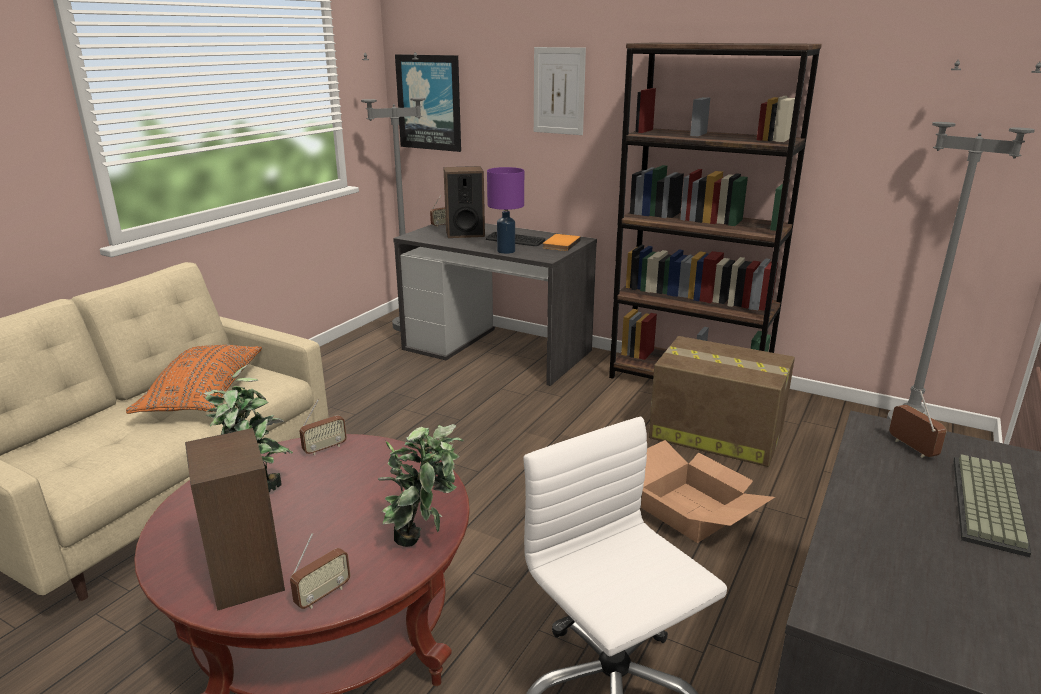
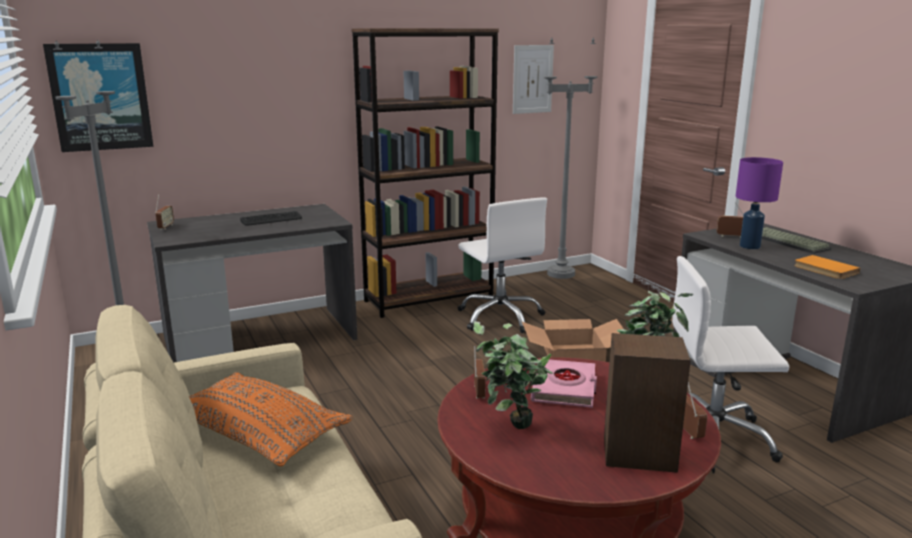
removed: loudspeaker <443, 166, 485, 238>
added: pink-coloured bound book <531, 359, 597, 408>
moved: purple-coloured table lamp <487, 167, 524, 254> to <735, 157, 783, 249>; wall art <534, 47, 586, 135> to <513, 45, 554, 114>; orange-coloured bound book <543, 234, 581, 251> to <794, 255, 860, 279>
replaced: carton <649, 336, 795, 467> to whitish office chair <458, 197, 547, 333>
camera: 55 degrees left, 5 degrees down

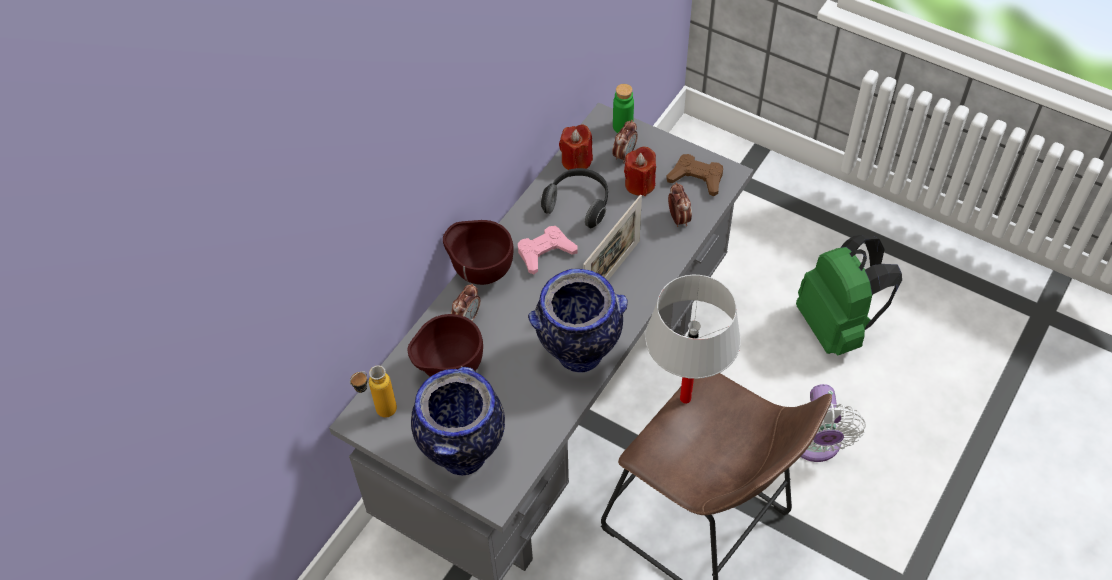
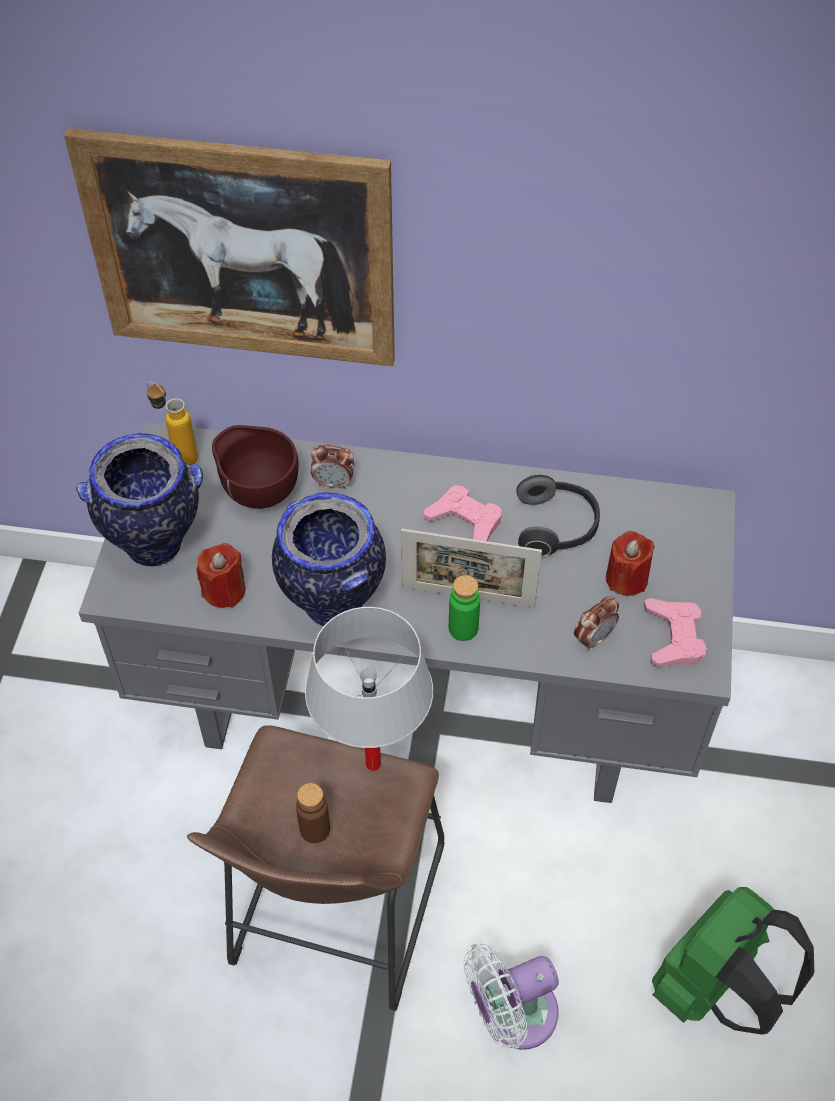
removed: brownish bowl <443, 220, 513, 285>; table clock <612, 120, 638, 164>
added: wall art <64, 128, 395, 366>; brownish drink bottle <296, 783, 330, 843>
moved: red wax candle <559, 124, 593, 170> to <196, 543, 246, 608>; green drink bottle <613, 84, 634, 133> to <449, 575, 480, 641>
recoloured: brownish gamepad <666, 154, 723, 196> to pink-coloured gamepad <643, 598, 707, 667>
camera: 65 degrees right, 0 degrees up

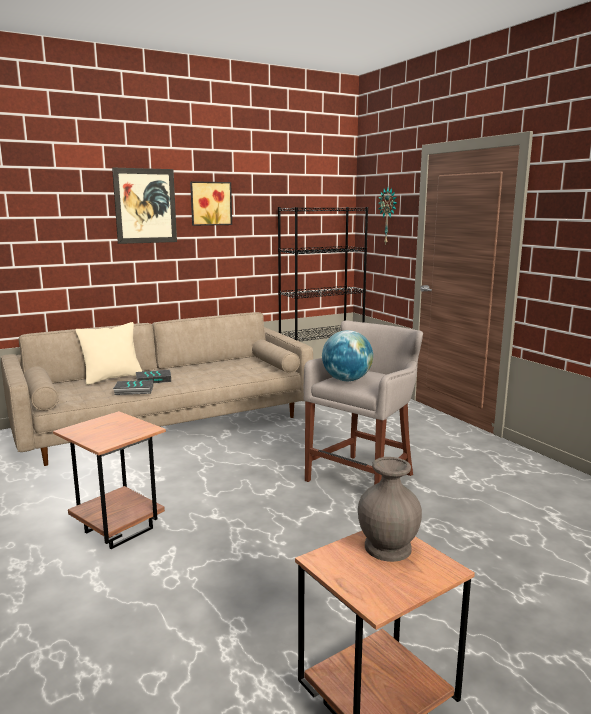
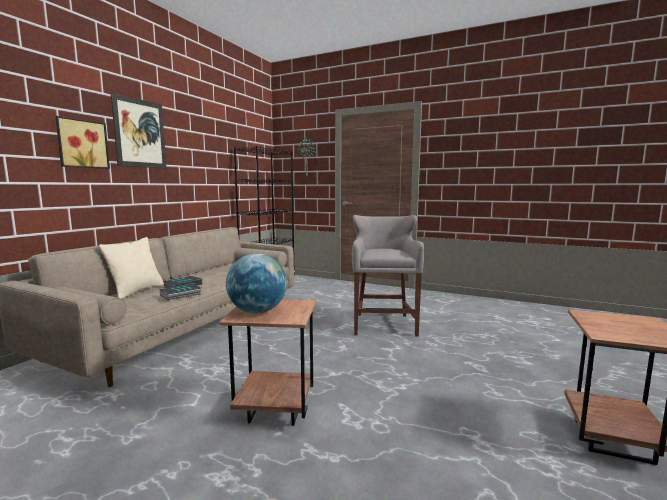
removed: gray flower vase <358, 457, 422, 562>
moved: wall art <190, 181, 232, 226> to <55, 116, 110, 169>; desk globe <322, 330, 373, 381> to <226, 253, 287, 314>
camera: 35 degrees left, 5 degrees down

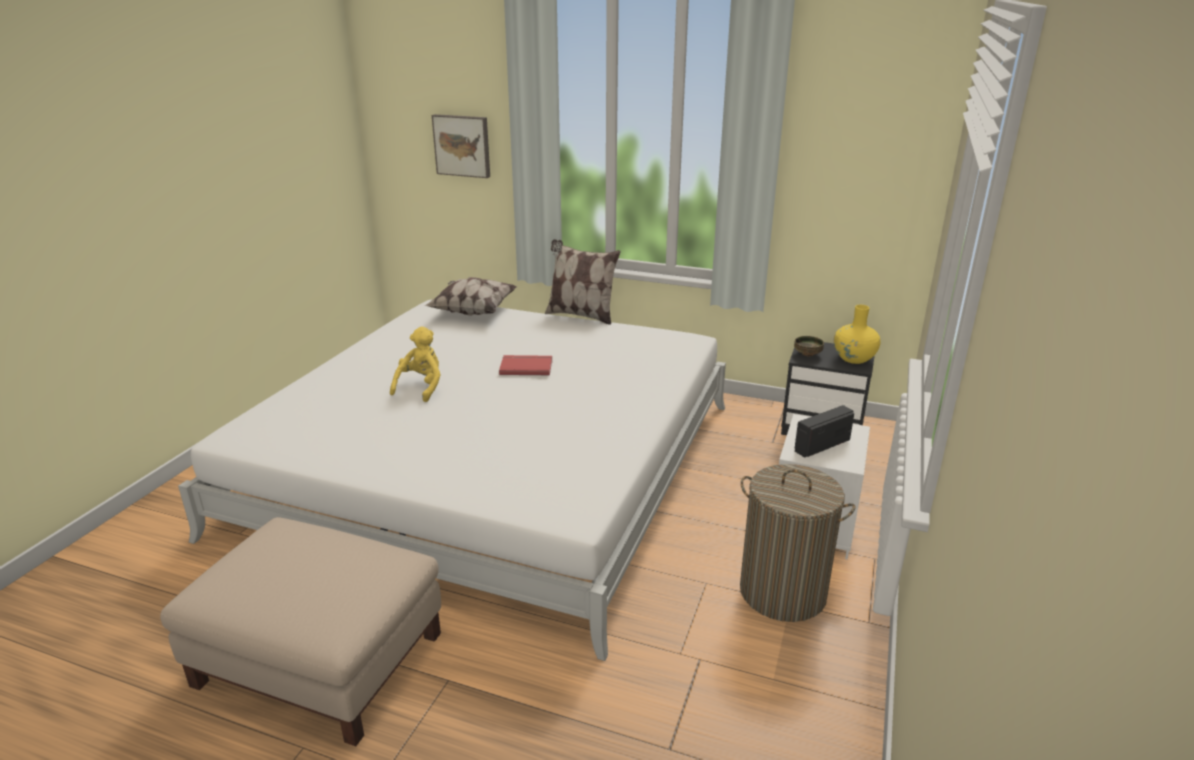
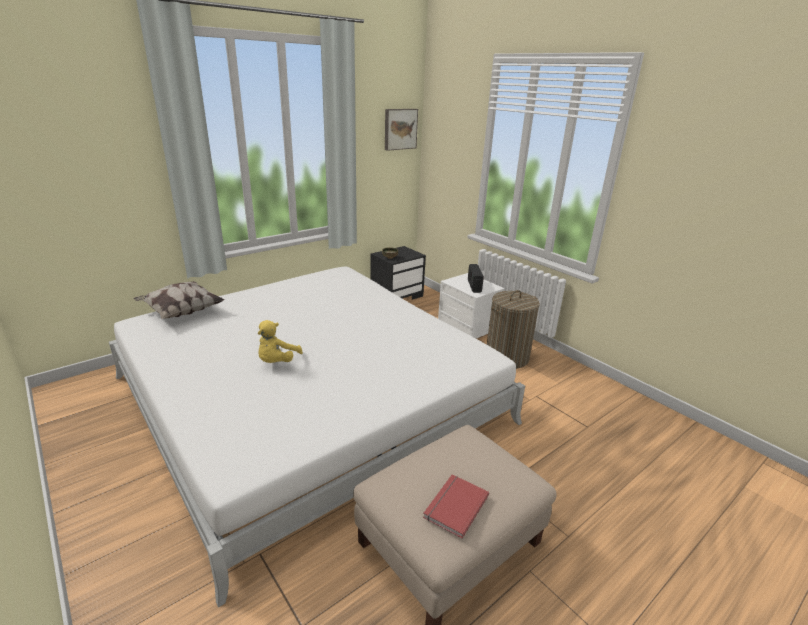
removed: pillow <545, 239, 620, 324>; yellow flower vase <834, 305, 881, 364>
moved: wall art <432, 114, 490, 178> to <385, 109, 418, 151>; red bound book <499, 355, 552, 375> to <423, 474, 489, 538>
turned: yellow soft toy <390, 327, 440, 402> = <257, 320, 303, 363> 120 degrees counterclockwise
camera: 60 degrees left, 0 degrees up

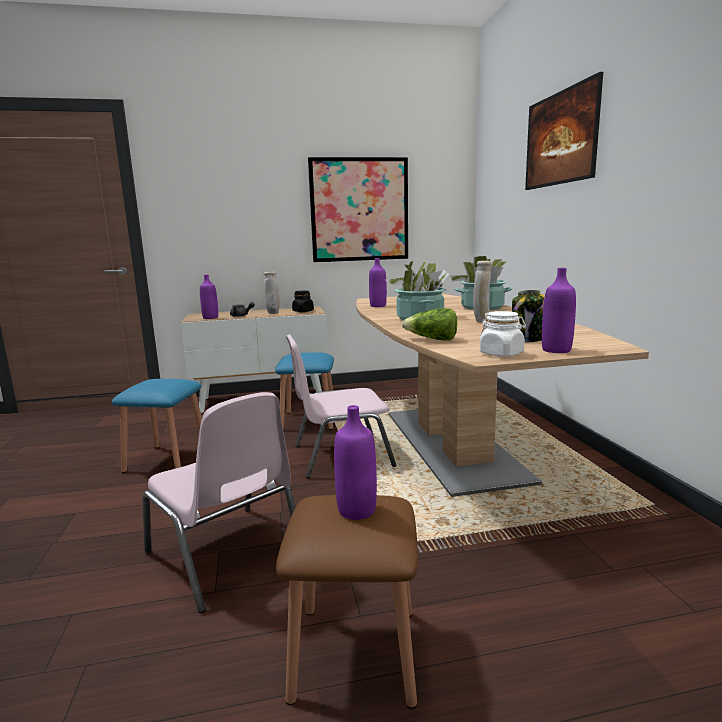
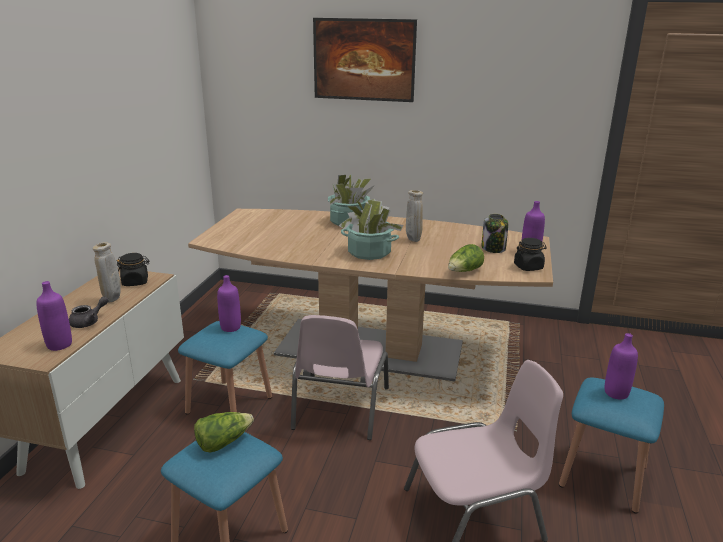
removed: wall art <308, 157, 408, 262>
added: head of lettuce <194, 412, 254, 452>
moved: purple-coloured drink bottle <369, 258, 387, 307> to <217, 275, 241, 332>
recoloured: brownish stool seat <276, 495, 418, 709> to bluish stool seat <559, 378, 664, 514>; whitish jar <480, 311, 526, 357> to black-coloured jar <514, 238, 547, 271>
camera: 65 degrees left, 10 degrees up

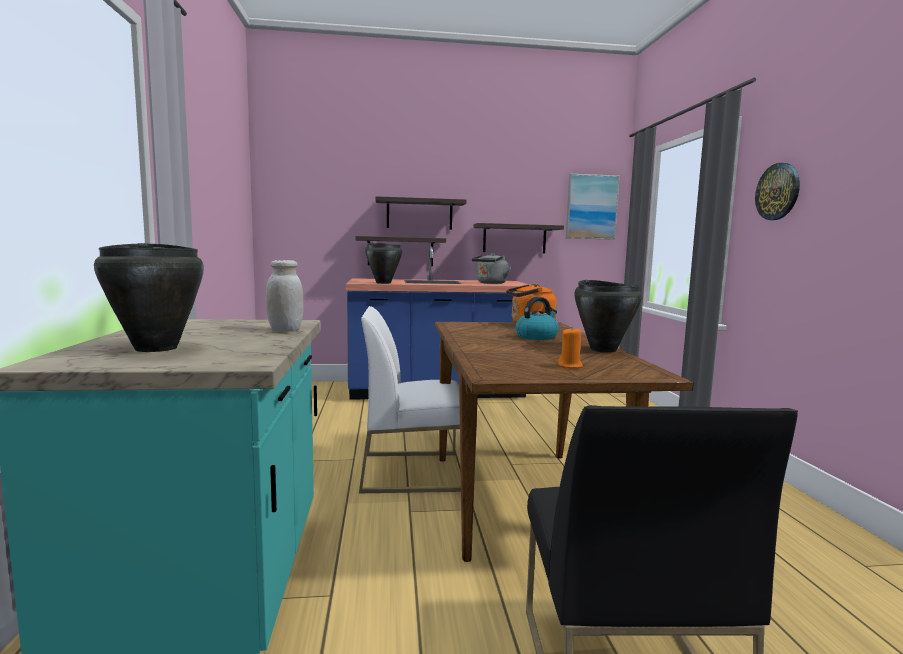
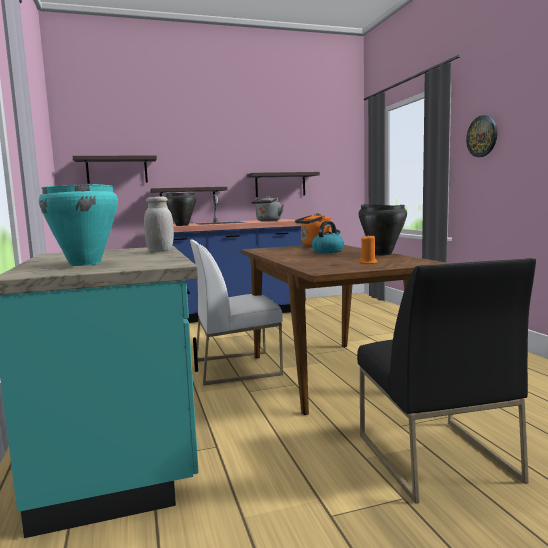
removed: wall art <566, 174, 620, 240>
moved: shelf <375, 196, 466, 230> to <73, 155, 157, 184>
recoloured: black-coloured stockpot <94, 243, 204, 352> to blue-green stockpot <39, 184, 118, 266>
camera: 10 degrees left, 0 degrees up

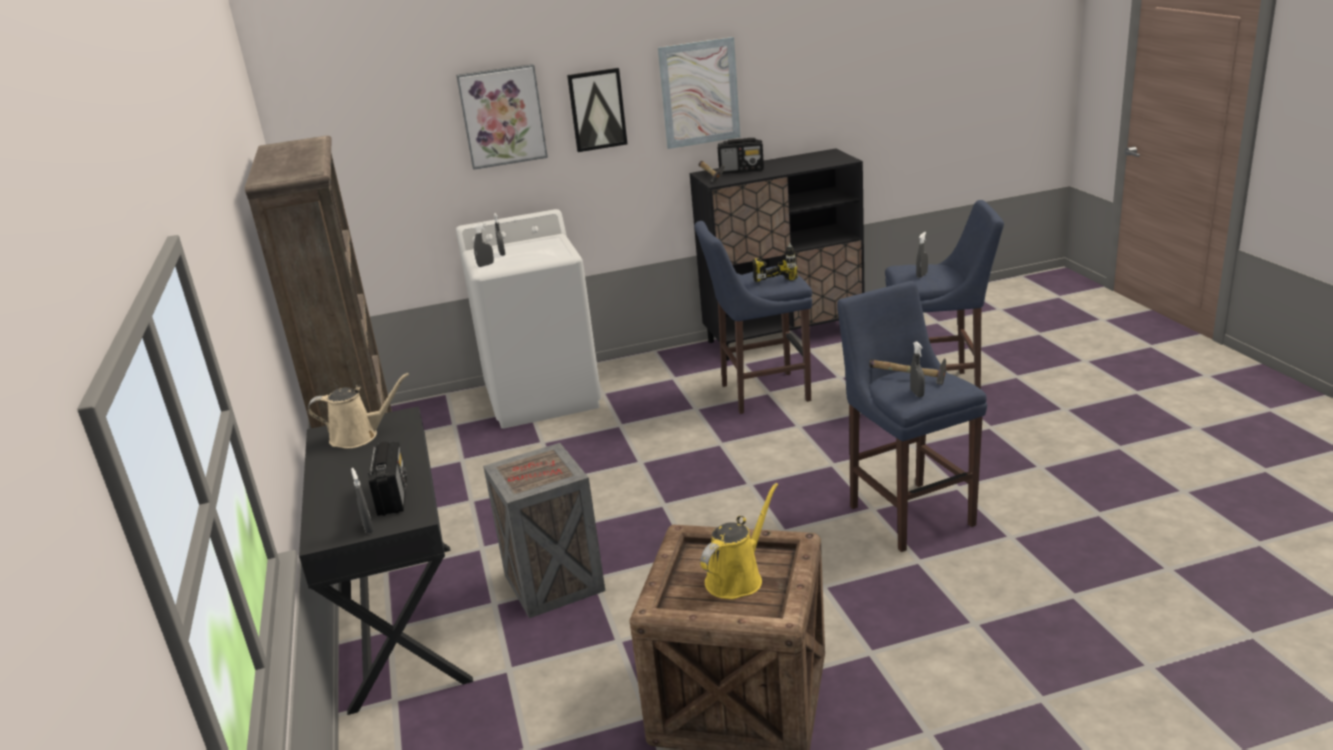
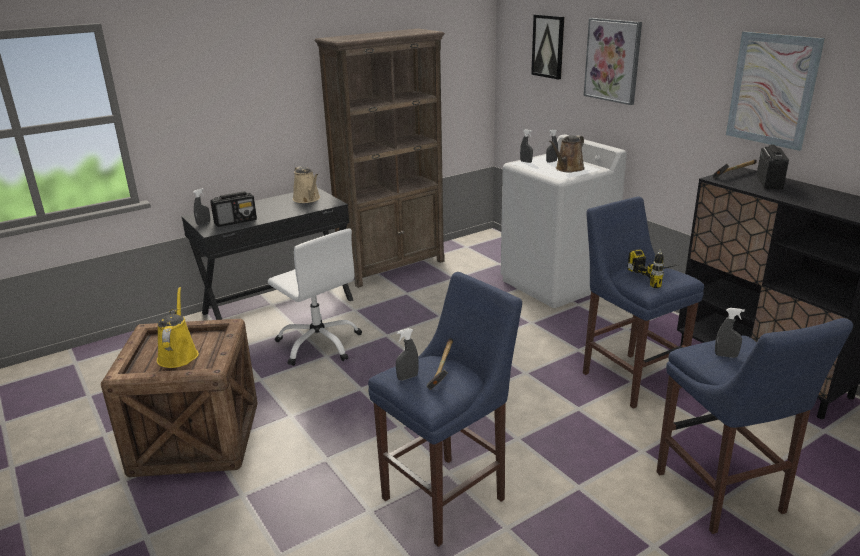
added: brownish watering can <549, 135, 585, 172>
moved: wall art <567, 68, 627, 152> to <531, 14, 564, 80>
replaced: shipping crate <483, 443, 605, 618> to whitish office chair <268, 228, 362, 366>
turned: yellow watering can <700, 483, 778, 599> = <157, 287, 199, 368> 120 degrees counterclockwise; radio set <718, 138, 764, 174> = <757, 145, 789, 190> 150 degrees counterclockwise
camera: 70 degrees right, 0 degrees up

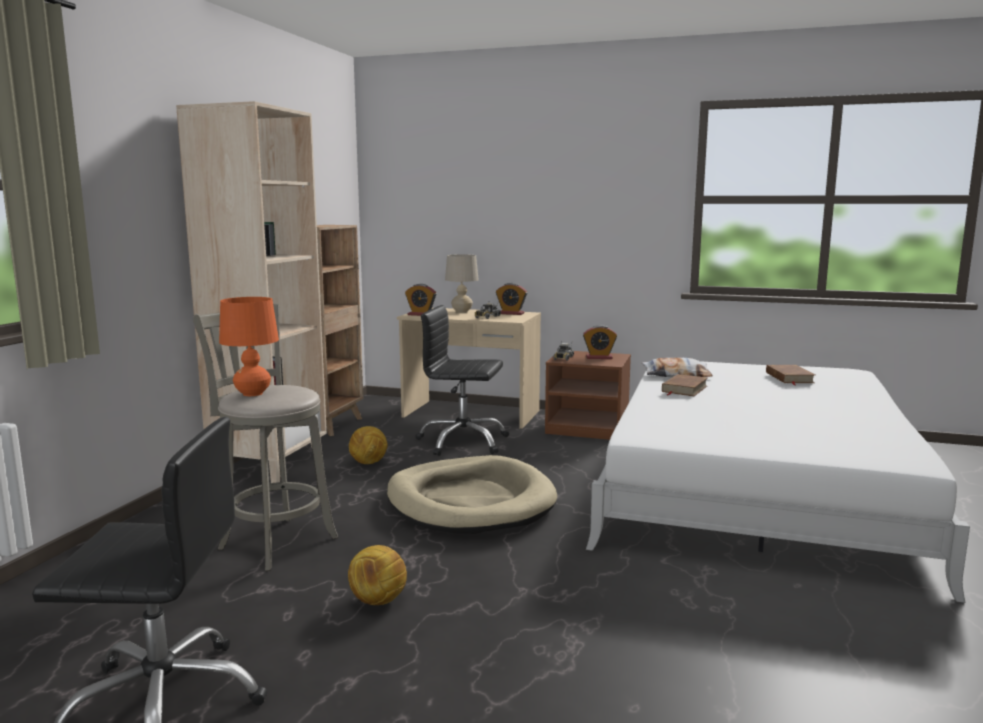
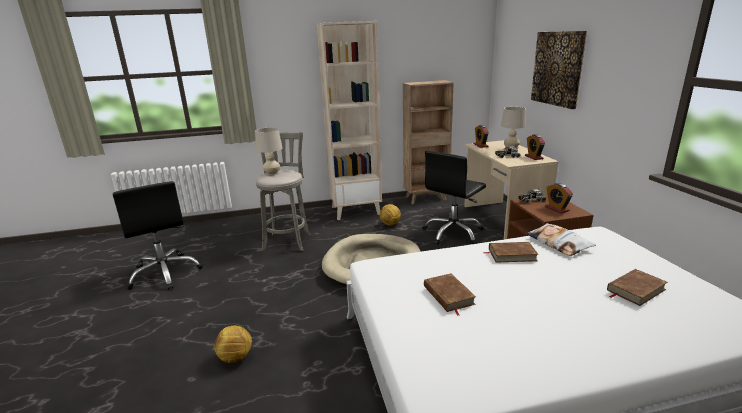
added: brownish bound book <424, 273, 476, 316>; wall art <531, 31, 587, 109>
moved: ball for football <348, 545, 407, 605> to <214, 326, 252, 363>
recoloured: orange-coloured table lamp <219, 297, 279, 396> to sand-coloured table lamp <255, 128, 283, 175>
turned: black-coloured office chair <415, 305, 509, 456> = <422, 151, 486, 245> 120 degrees counterclockwise
camera: 60 degrees right, 10 degrees up

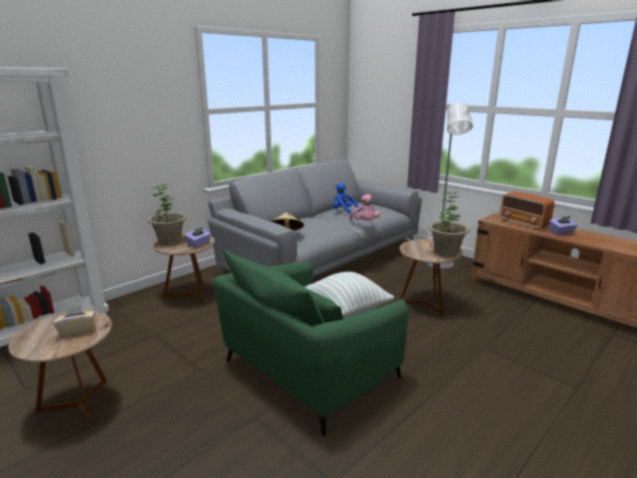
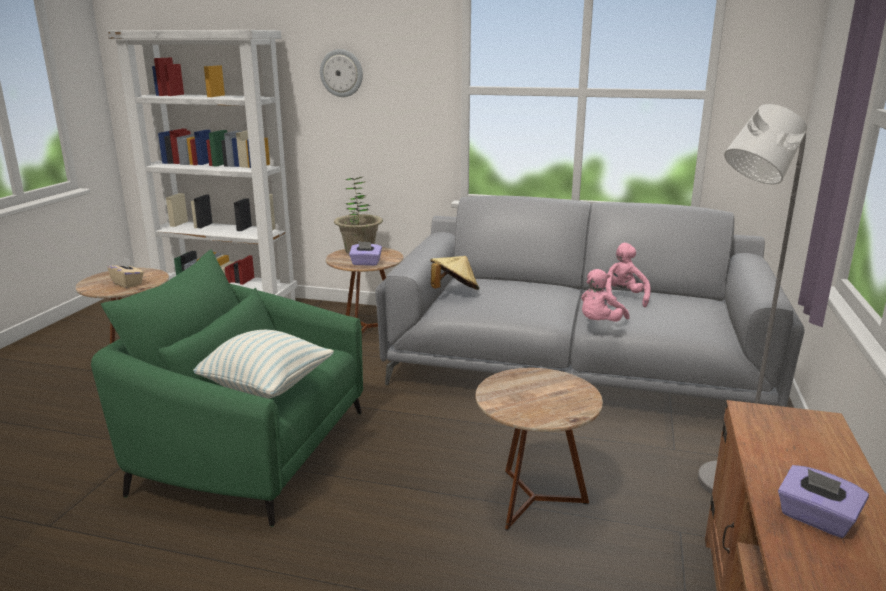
removed: plant in a pot <428, 192, 470, 257>; radio set <500, 191, 554, 230>
added: wall clock <320, 49, 363, 97>
recoloured: bluish soft toy <333, 183, 360, 215> to pink-coloured soft toy <605, 243, 651, 307>
camera: 60 degrees right, 0 degrees up

